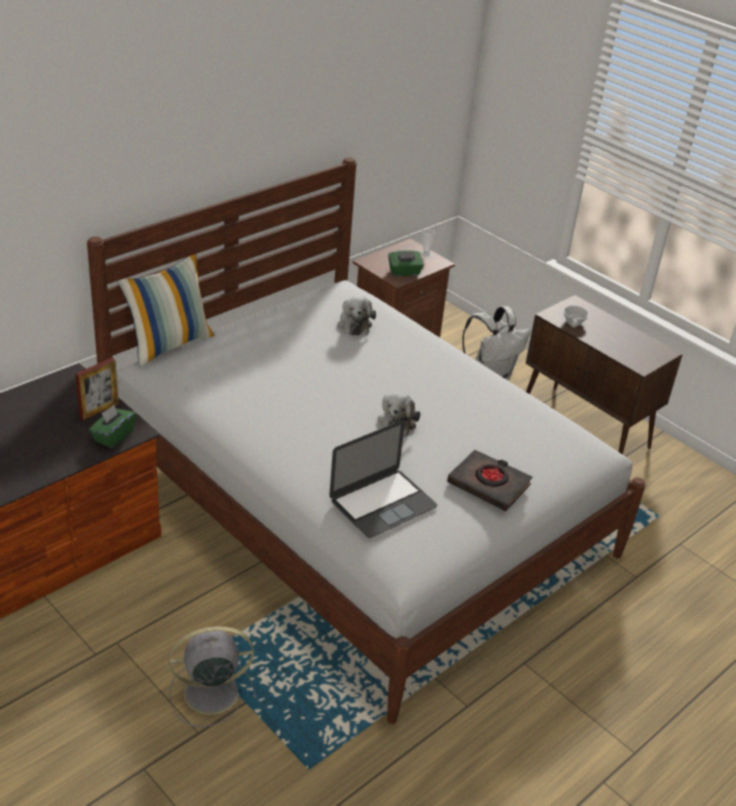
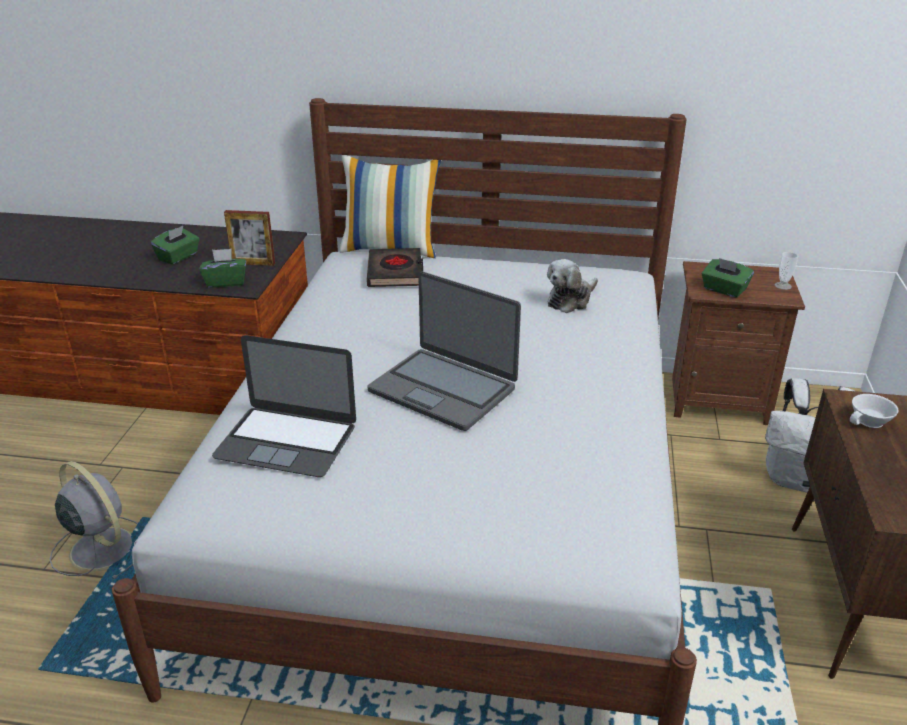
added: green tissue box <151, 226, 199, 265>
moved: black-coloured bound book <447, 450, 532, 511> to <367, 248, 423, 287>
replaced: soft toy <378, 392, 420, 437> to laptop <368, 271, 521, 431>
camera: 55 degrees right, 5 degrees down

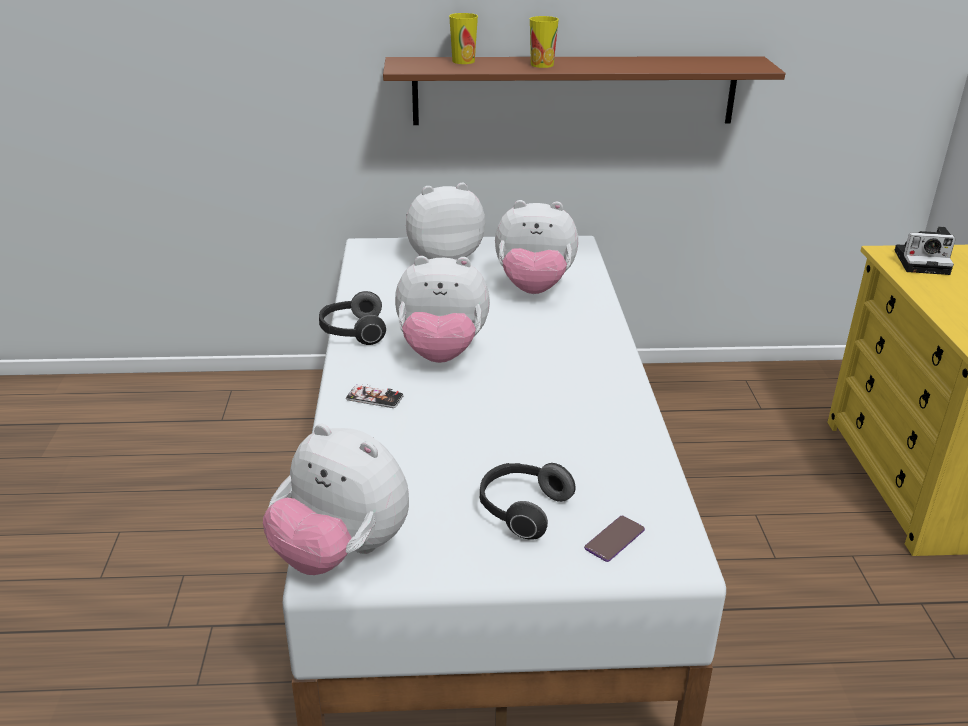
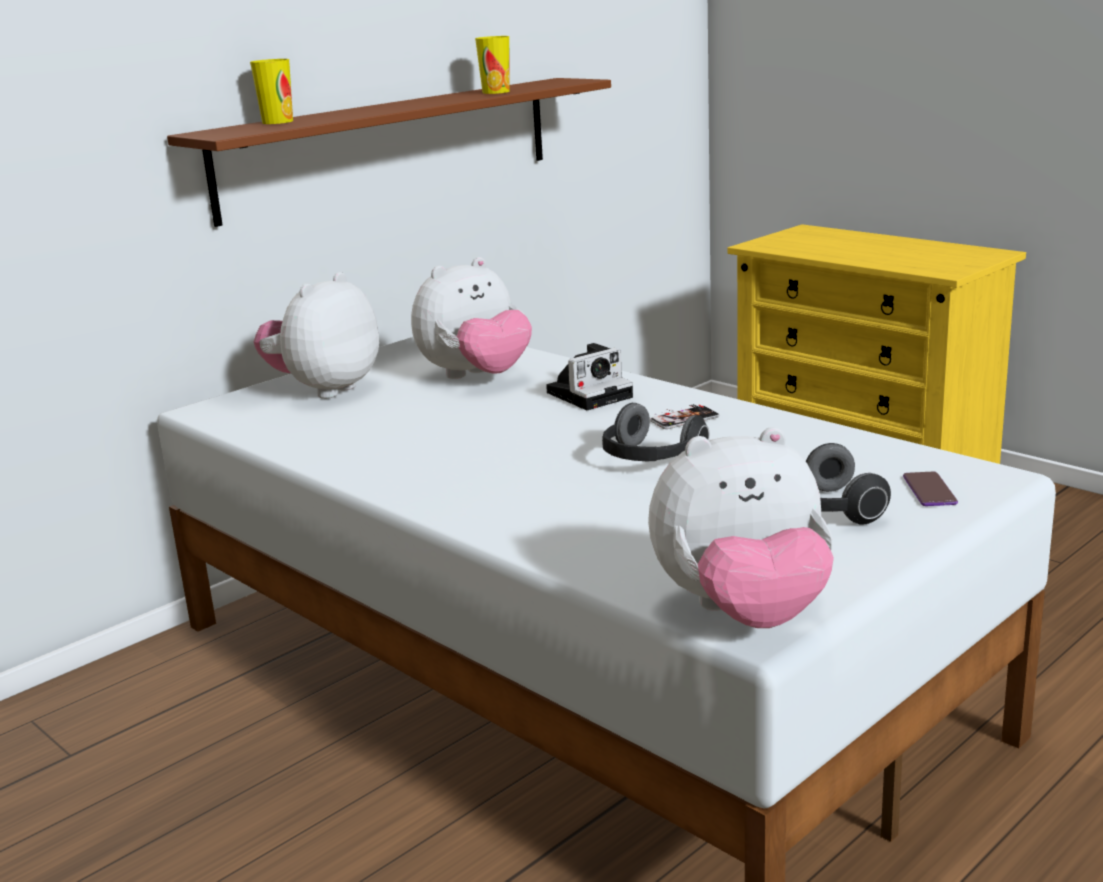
removed: soft toy <395, 256, 490, 363>
moved: headset <319, 291, 386, 345> to <602, 403, 710, 461>; handset <346, 384, 404, 408> to <650, 404, 719, 429>; cup <530, 16, 559, 68> to <475, 36, 510, 94>; still camera <895, 226, 956, 275> to <546, 343, 633, 410>
camera: 40 degrees left, 10 degrees down

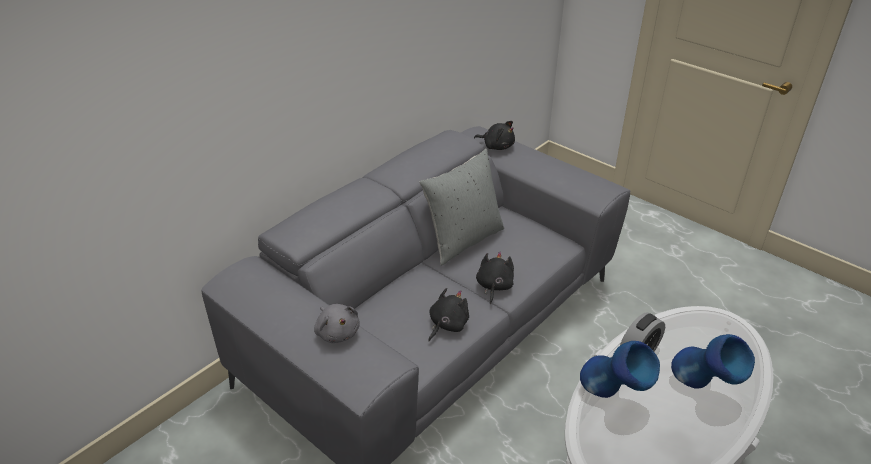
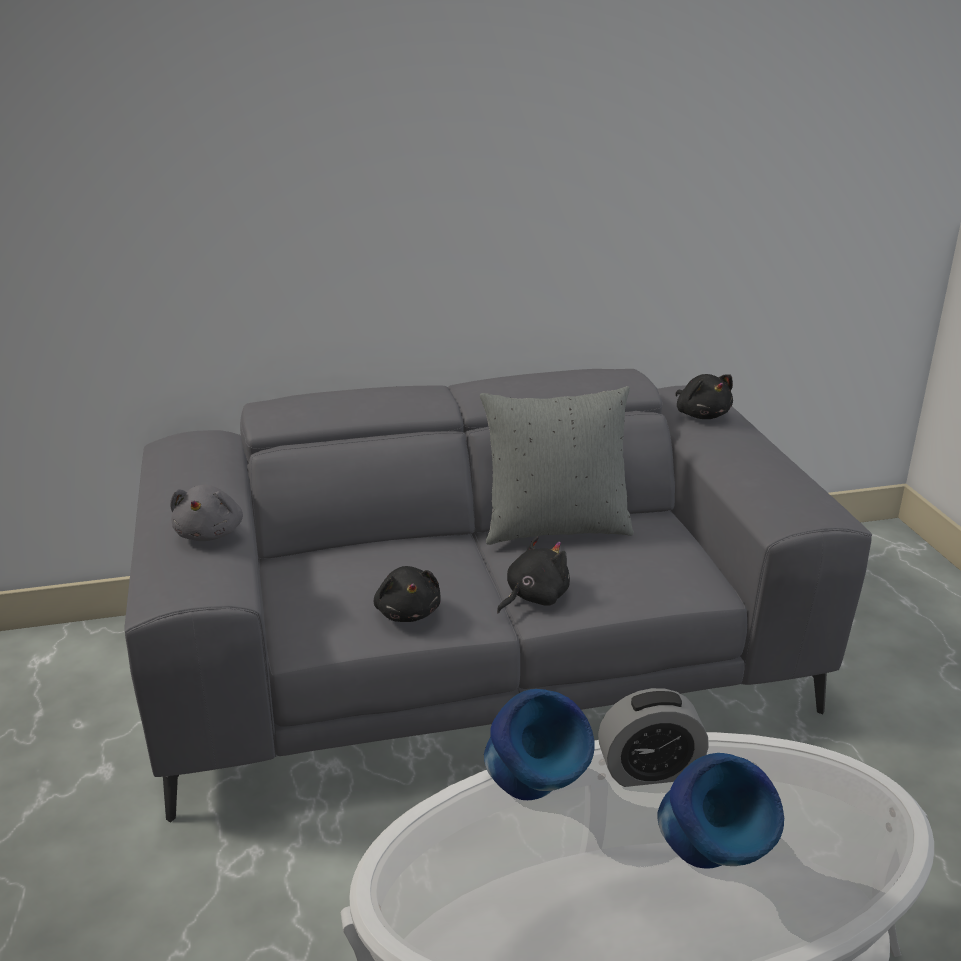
turned: black-coloured soft toy <428, 288, 469, 341> = <374, 566, 441, 622> 90 degrees clockwise
camera: 35 degrees right, 10 degrees down

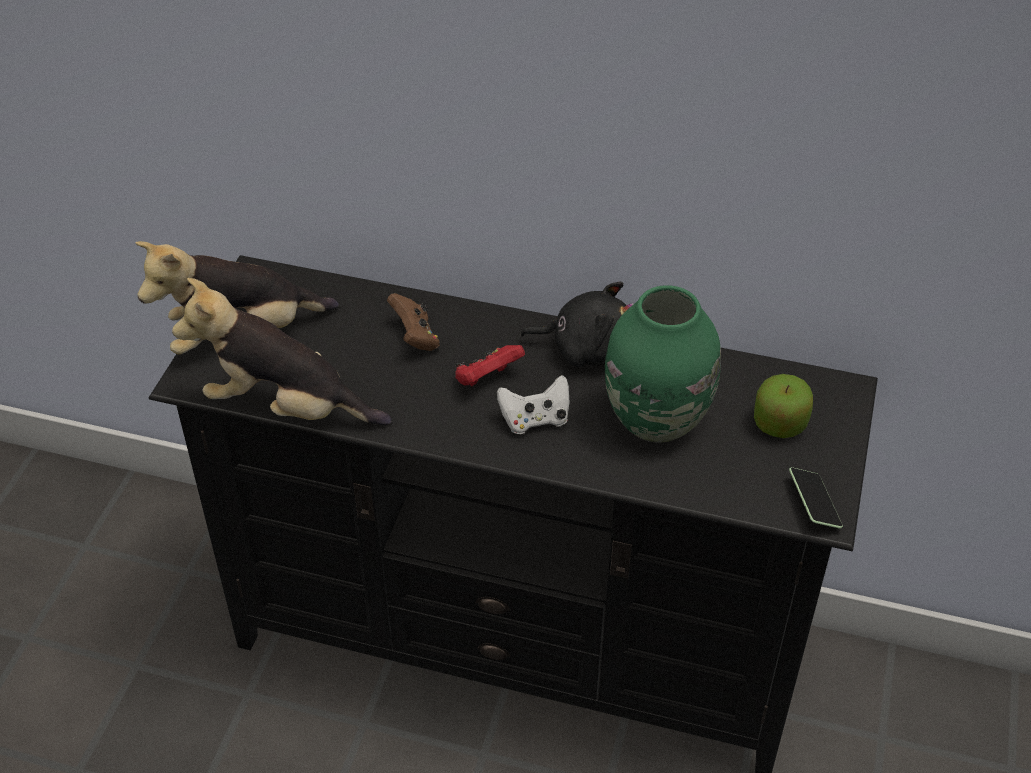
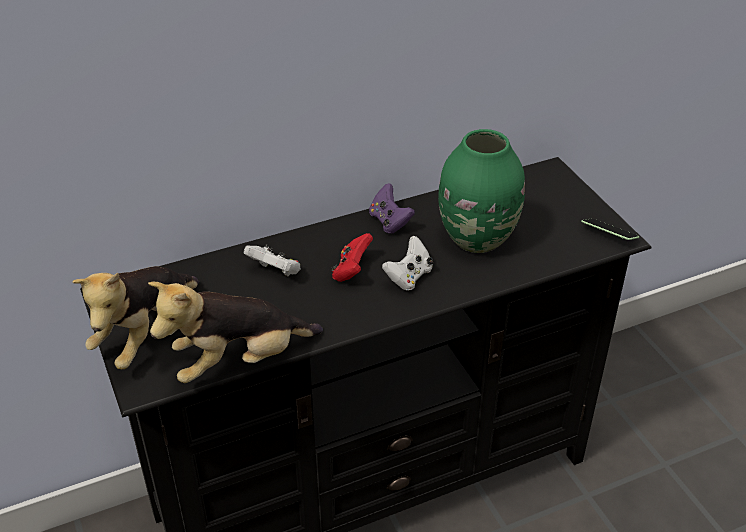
removed: apple <754, 374, 813, 438>
replaced: black-coloured soft toy <520, 282, 633, 367> to purple-coloured gamepad <369, 183, 415, 234>
recoloured: brownish gamepad <387, 293, 440, 351> to whitish gamepad <244, 244, 301, 276>
camera: 40 degrees left, 5 degrees down

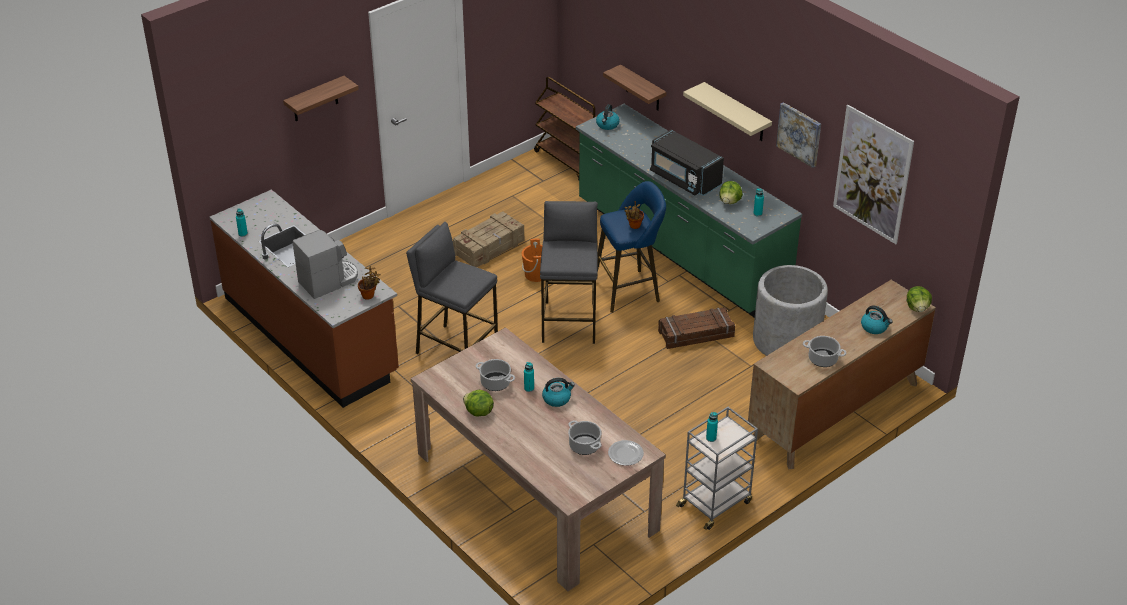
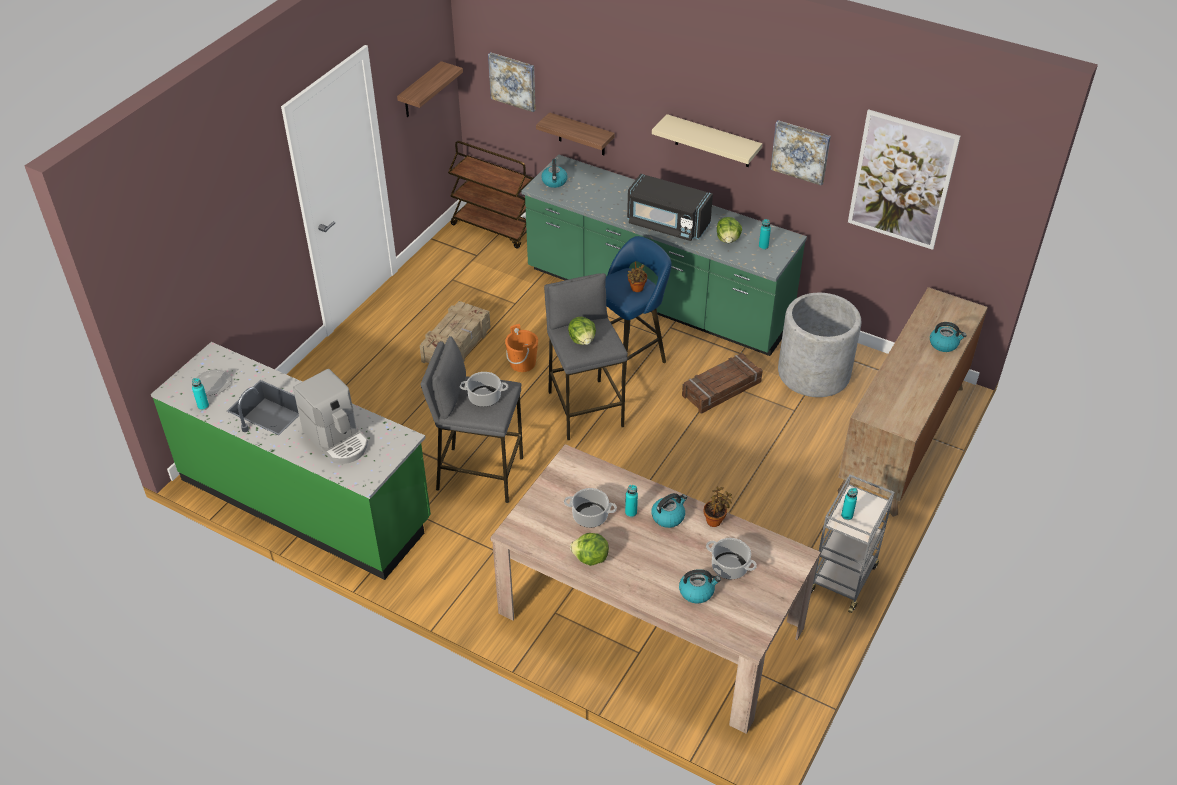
added: wall art <488, 52, 536, 112>; kettle <679, 569, 721, 604>
moved: shelf <283, 76, 359, 121> to <397, 61, 463, 117>; plant in a pot <358, 266, 380, 300> to <704, 487, 732, 527>; flat dish <608, 440, 644, 466> to <196, 369, 231, 395>; stockpot <803, 336, 846, 367> to <460, 372, 508, 407>; head of lettuce <907, 286, 932, 312> to <568, 317, 596, 345>
recoloured: brownish kitchen base unit <209, 189, 399, 408> to green kitchen base unit <151, 342, 431, 580>
turned: coffee brewer <293, 230, 358, 299> = <293, 368, 368, 464> 105 degrees clockwise
camera: 20 degrees left, 5 degrees up

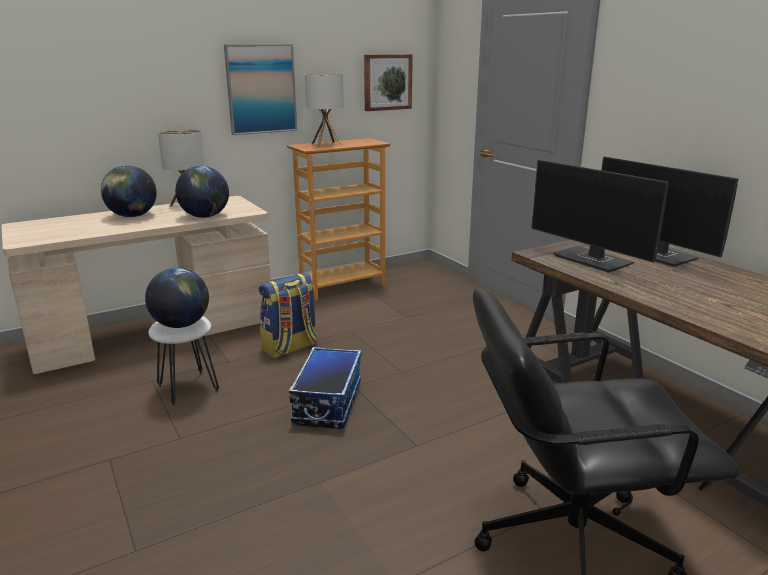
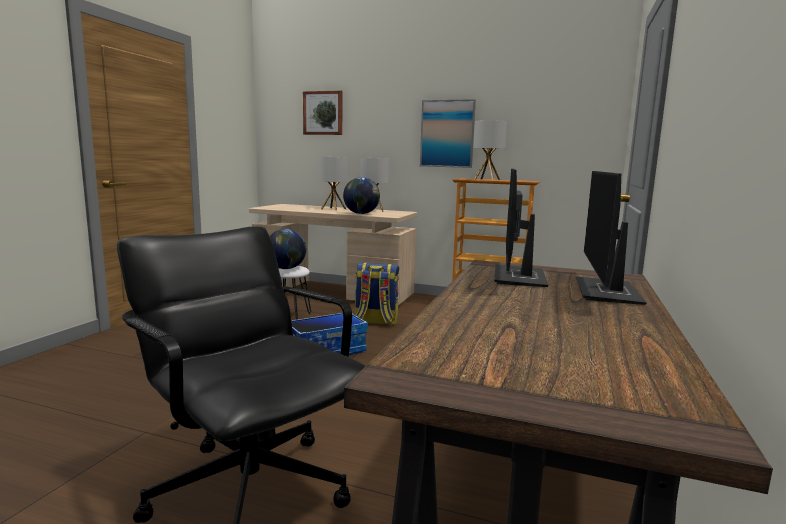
moved: wall art <364, 54, 413, 111> to <303, 90, 343, 135>
replaced: desk globe <101, 165, 157, 217> to table lamp <319, 157, 348, 211>
camera: 50 degrees right, 10 degrees down

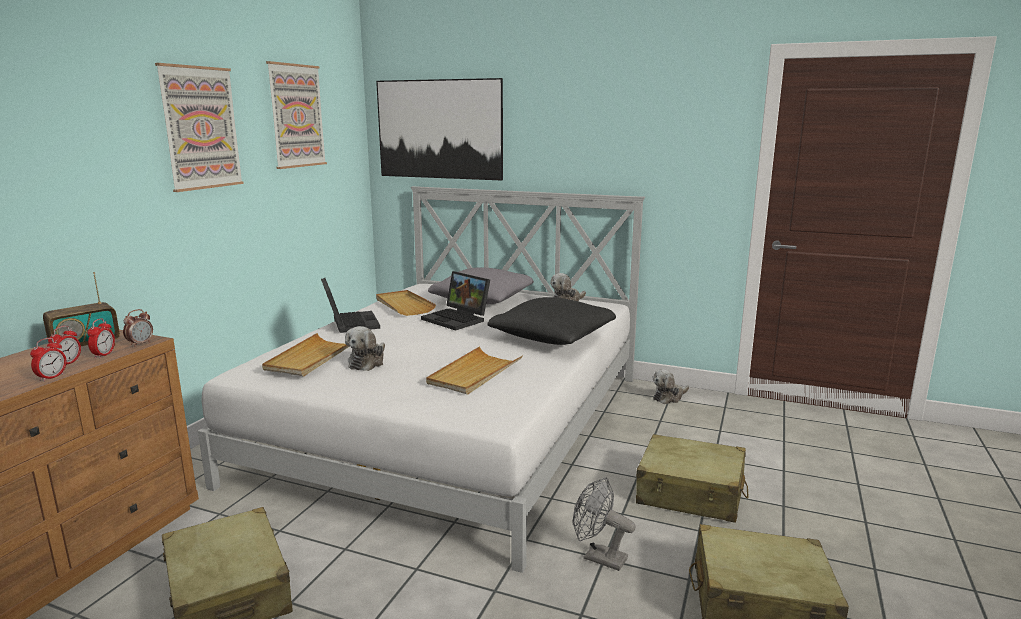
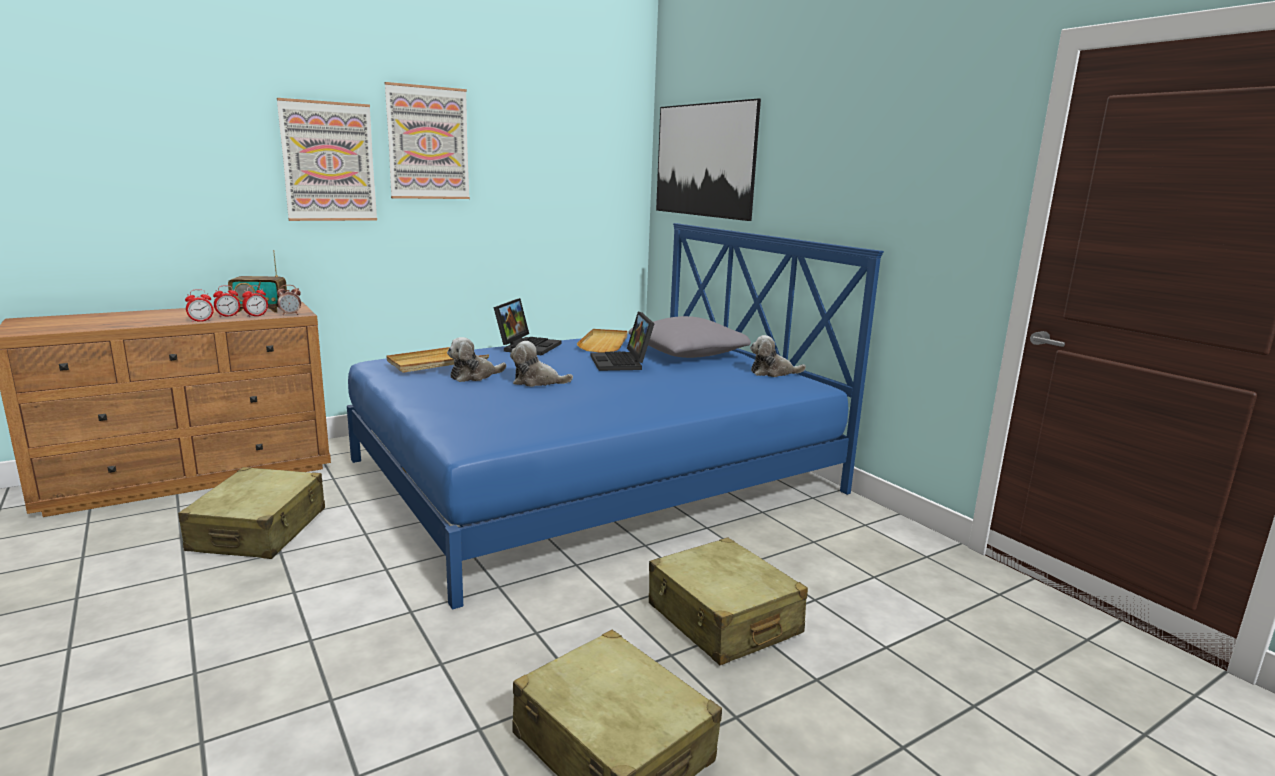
removed: sand-coloured tray <426, 346, 522, 395>; black-coloured pillow <487, 297, 616, 345>; gray electric fan <573, 477, 636, 571>
moved: wall art <266, 61, 327, 169> to <277, 98, 377, 221>; soft toy <653, 369, 689, 404> to <510, 341, 573, 387>
recoloured: whitish bedroom bed <198, 186, 645, 573> to bluish bedroom bed <347, 223, 884, 609>
camera: 35 degrees right, 0 degrees up

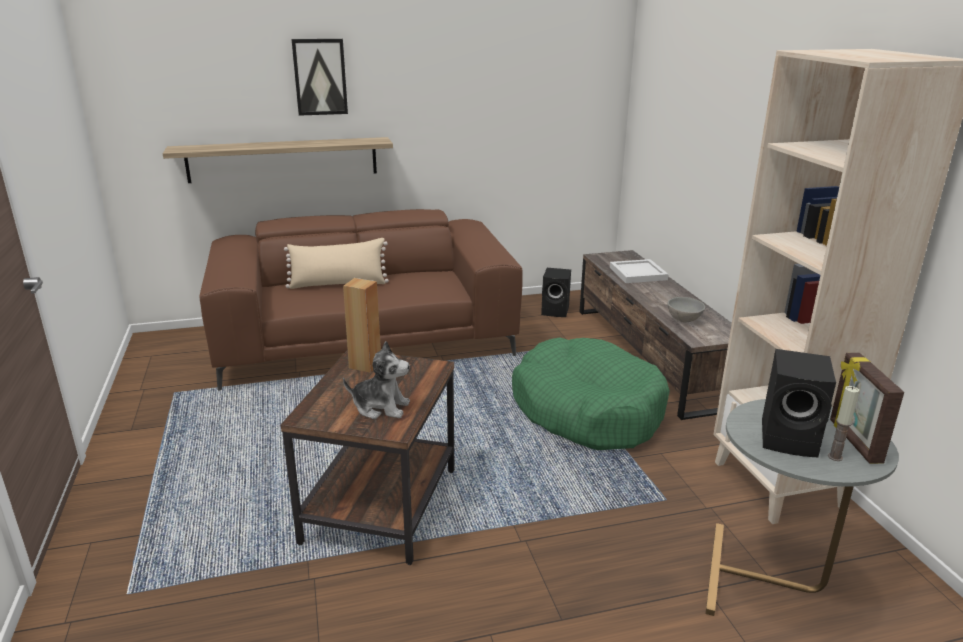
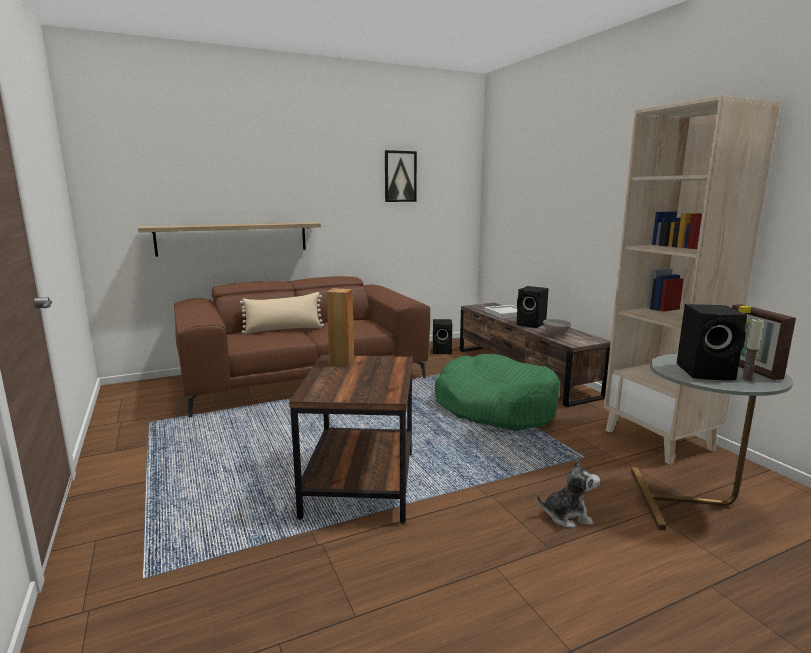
added: black-coloured loudspeaker <516, 286, 549, 328>
moved: wall art <291, 39, 348, 116> to <385, 150, 417, 202>; soft toy <343, 341, 410, 419> to <536, 459, 600, 528>
camera: 10 degrees left, 10 degrees down

